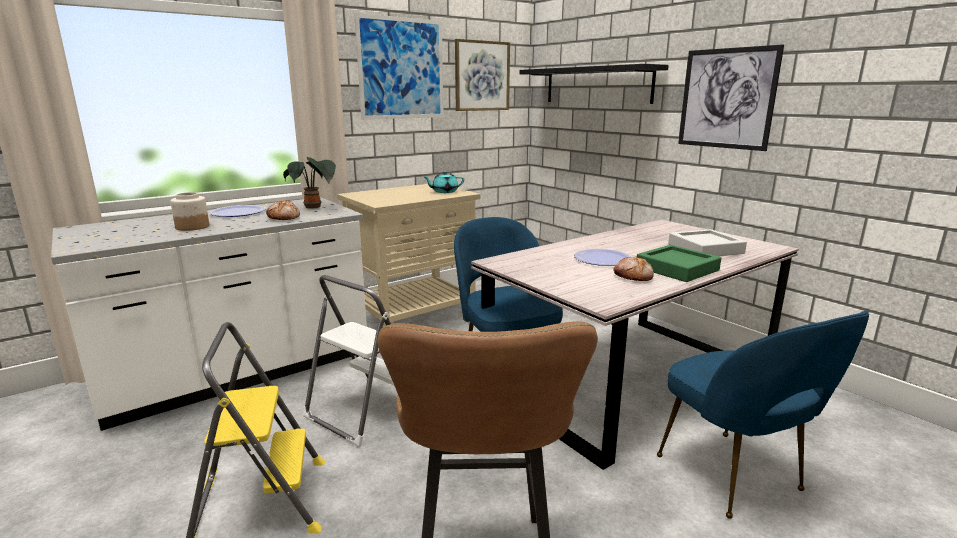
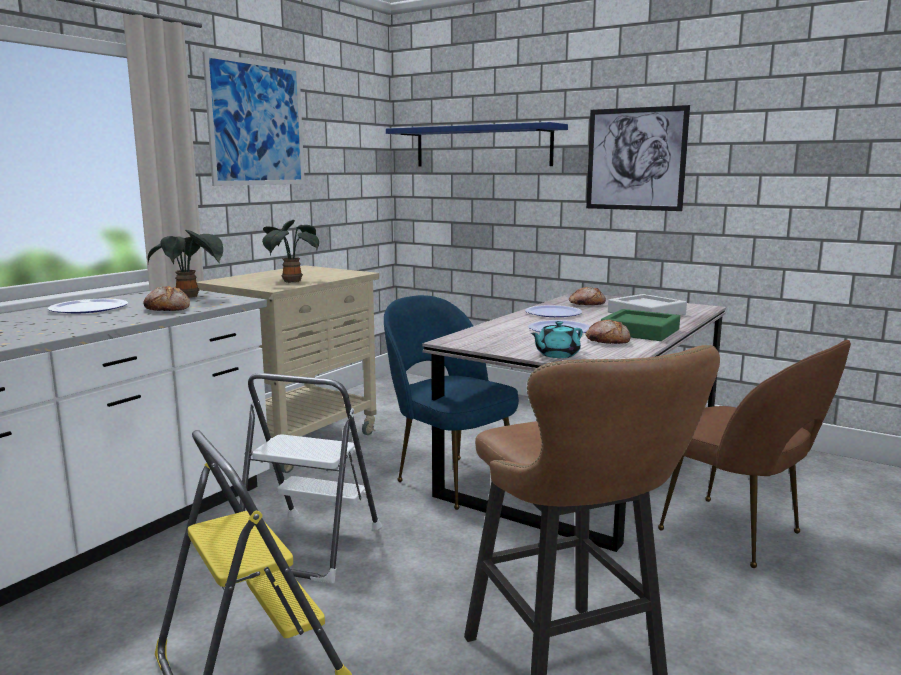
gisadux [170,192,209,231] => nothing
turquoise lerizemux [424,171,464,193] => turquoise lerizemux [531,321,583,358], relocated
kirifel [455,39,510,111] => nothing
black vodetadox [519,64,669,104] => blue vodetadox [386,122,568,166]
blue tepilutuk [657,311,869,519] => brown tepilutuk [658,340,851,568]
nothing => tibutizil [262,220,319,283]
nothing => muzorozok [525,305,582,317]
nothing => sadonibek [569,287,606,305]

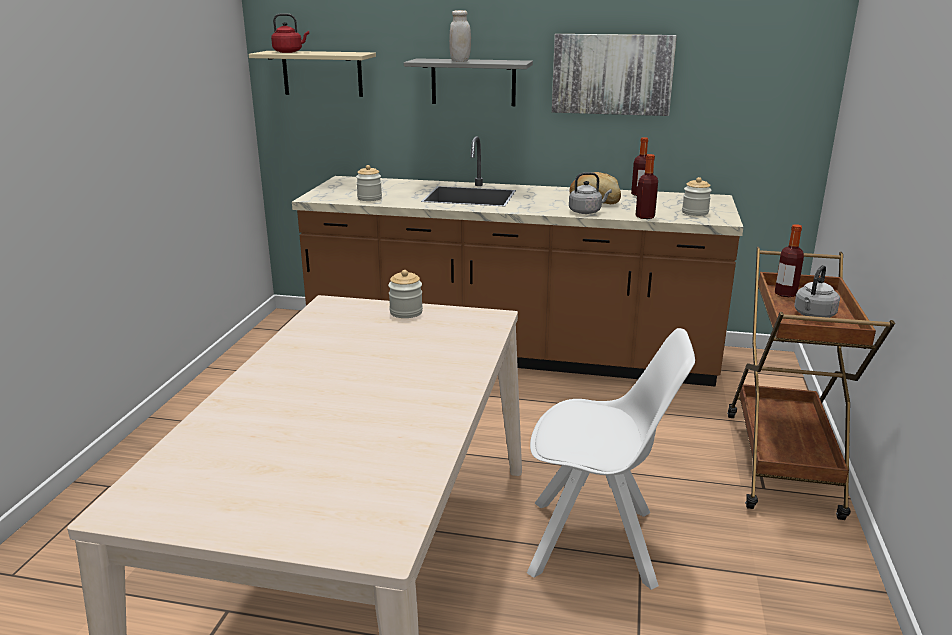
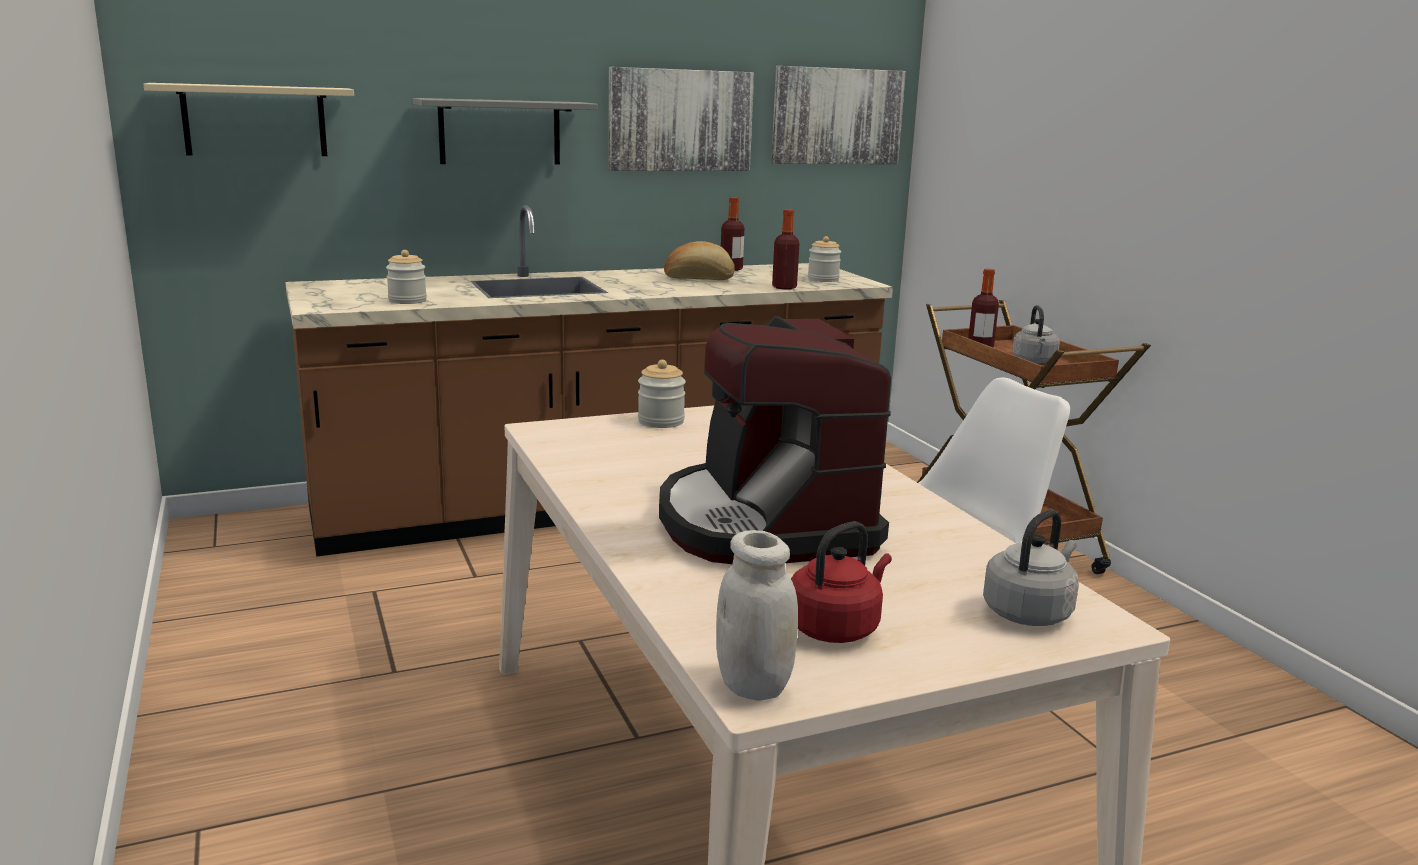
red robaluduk [271,13,309,53] => red robaluduk [791,521,892,643], relocated
white gisadux [449,10,471,62] => white gisadux [716,530,798,700], relocated
grey robaluduk [569,172,612,214] => grey robaluduk [983,509,1079,626], relocated
nothing => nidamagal [659,316,891,564]
nothing => kirifel [771,66,906,164]

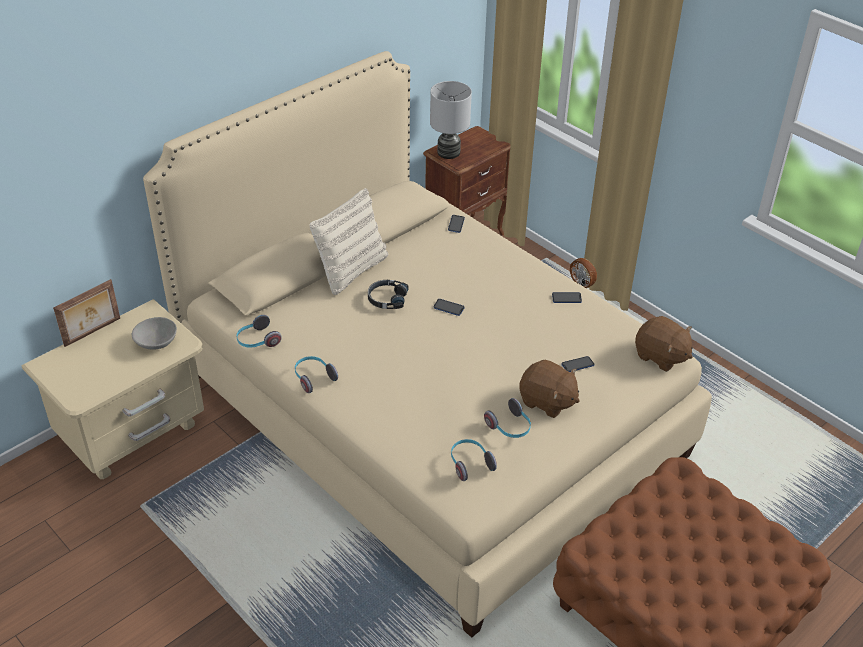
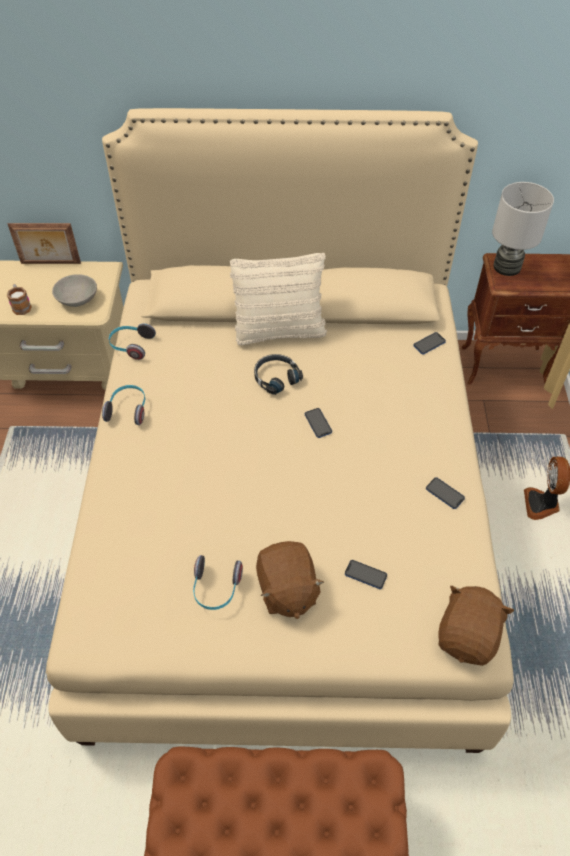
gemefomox [451,439,497,481] => nothing
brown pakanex [635,316,693,372] => brown pakanex [438,586,514,666], 150 degrees counterclockwise
nothing => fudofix [7,284,32,315]

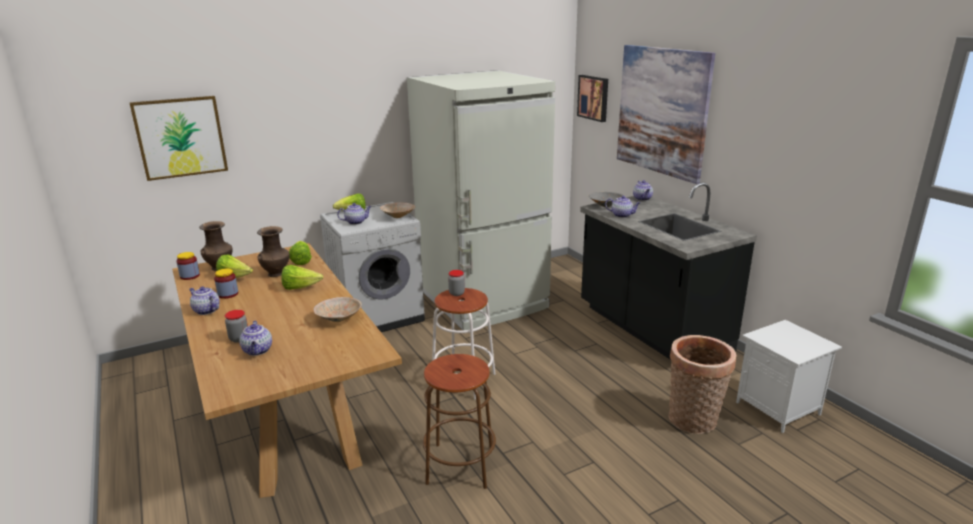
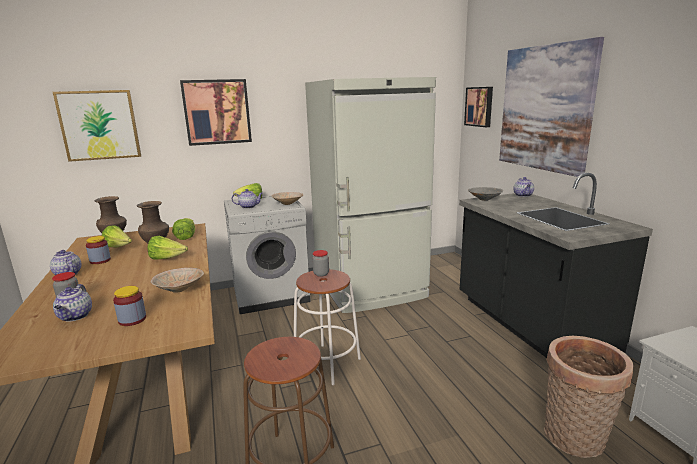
gisadux [176,252,200,280] => gisadux [113,286,146,326], relocated
lerizemux [605,196,641,218] => nothing
nothing => kirifel [180,79,252,146]

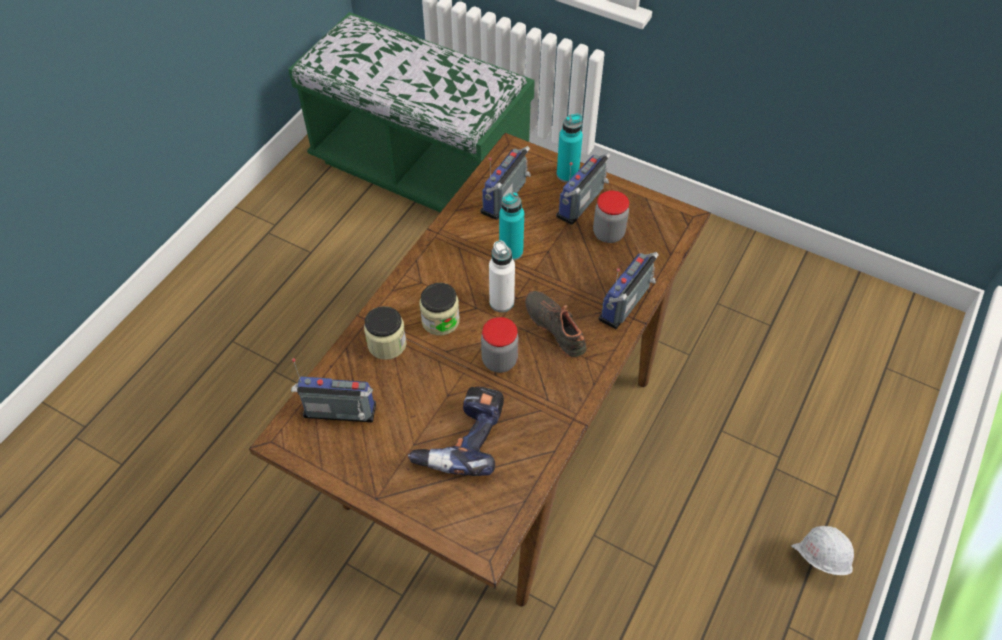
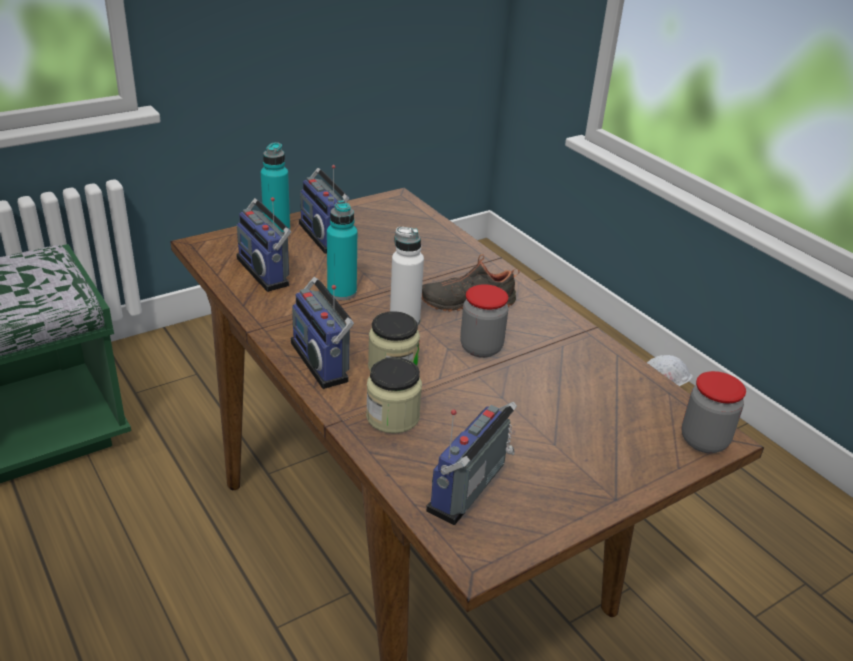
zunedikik [408,387,504,476] => nothing
gisadux [593,191,629,243] => gisadux [682,371,746,453], relocated
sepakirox [598,252,658,329] => sepakirox [291,277,354,389], relocated

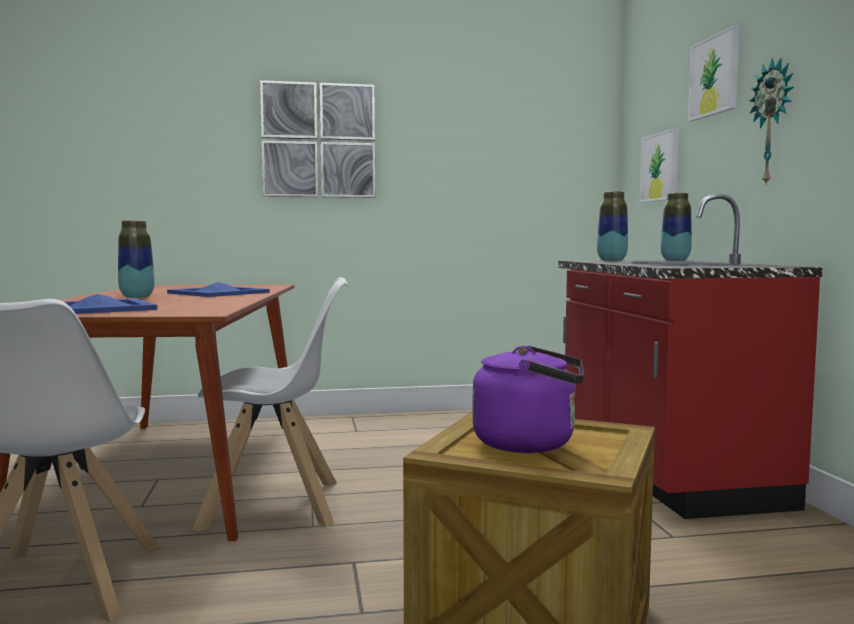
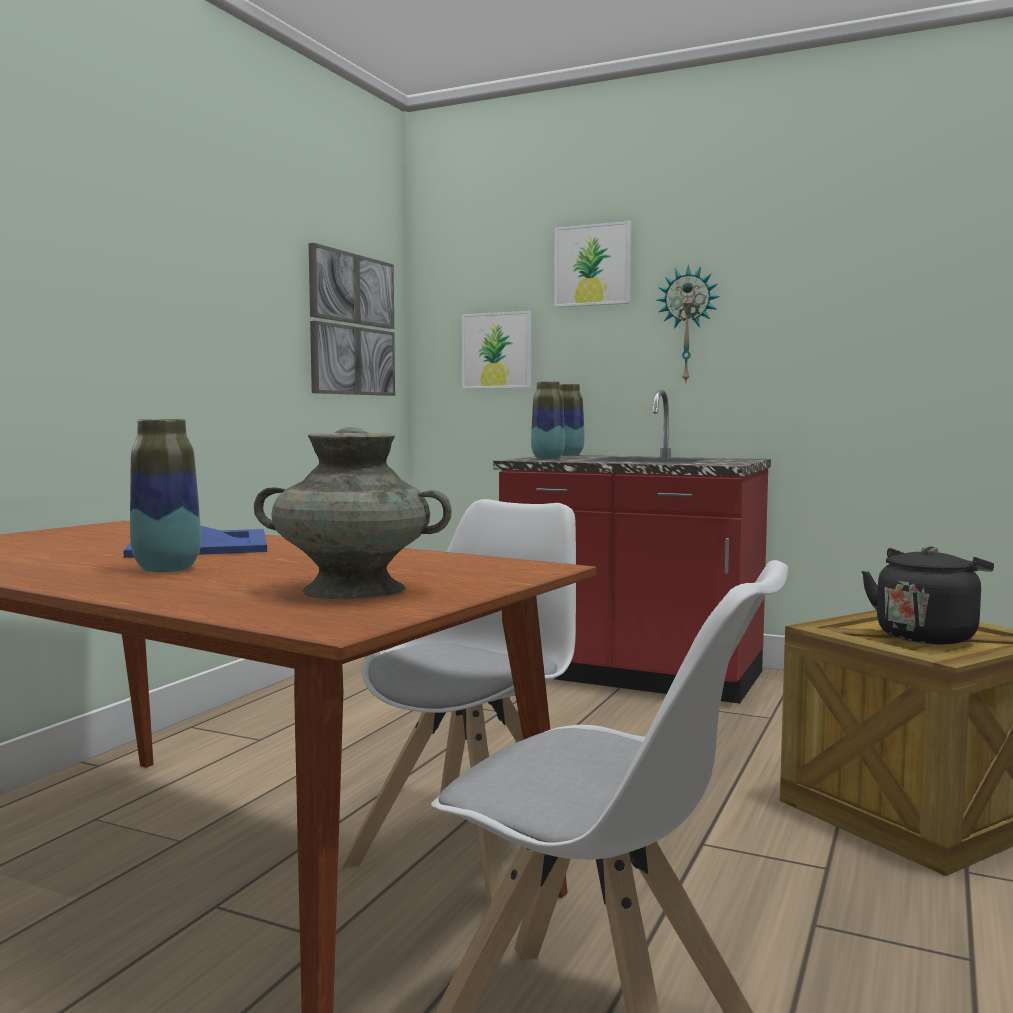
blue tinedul [65,294,157,314] => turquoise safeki [254,427,451,599]
kirifel [260,80,375,198] => kirifel [309,243,395,396], relocated
purple robaluduk [472,346,584,453] => black robaluduk [862,547,994,644]

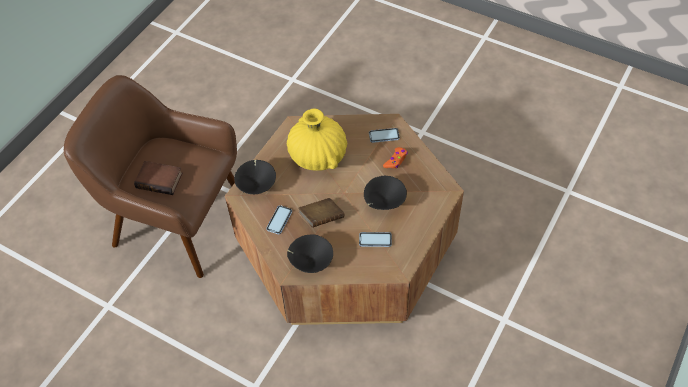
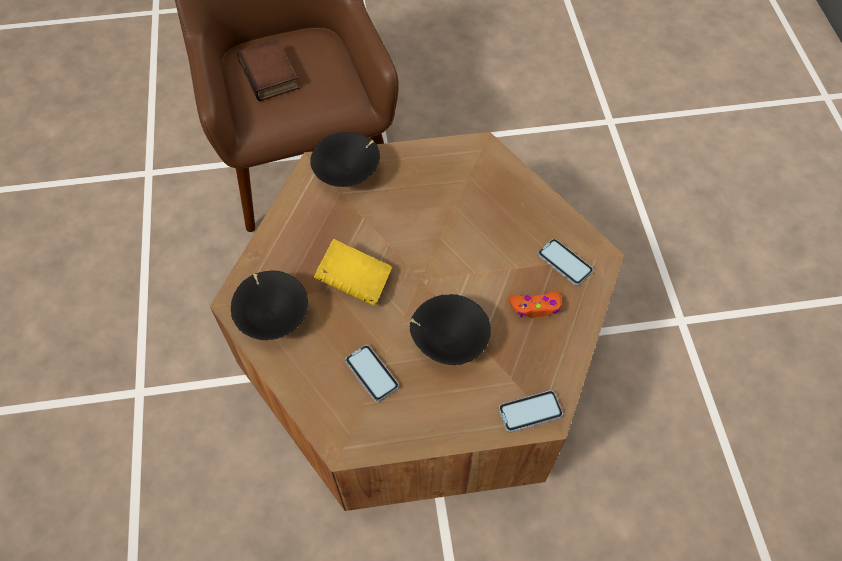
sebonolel [266,205,292,234] => sebonolel [499,390,563,432], relocated
yellow safeki [287,109,347,171] => nothing
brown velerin [298,198,344,228] => yellow velerin [314,239,392,306]

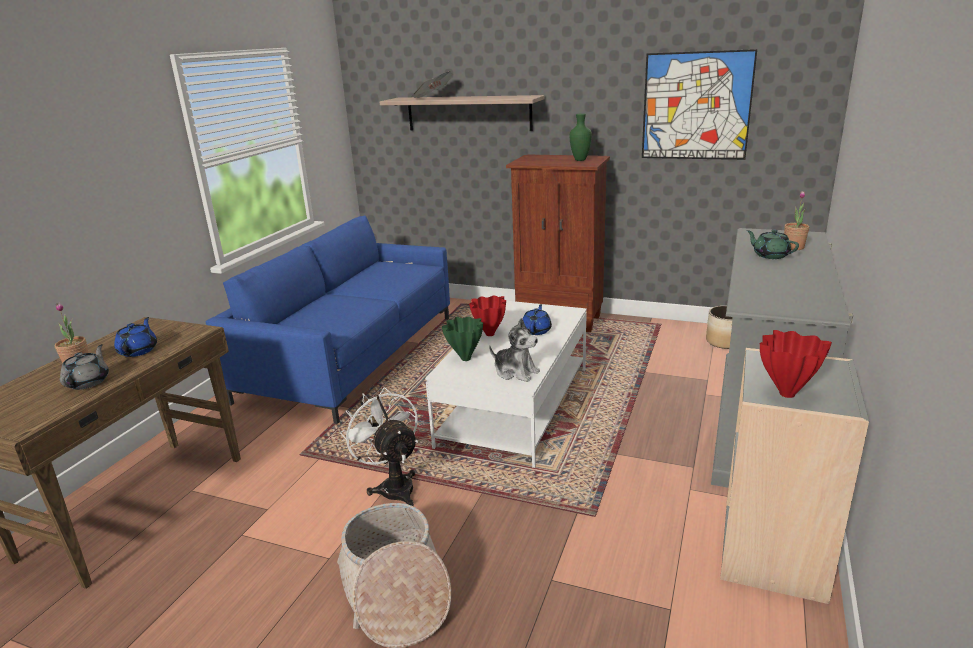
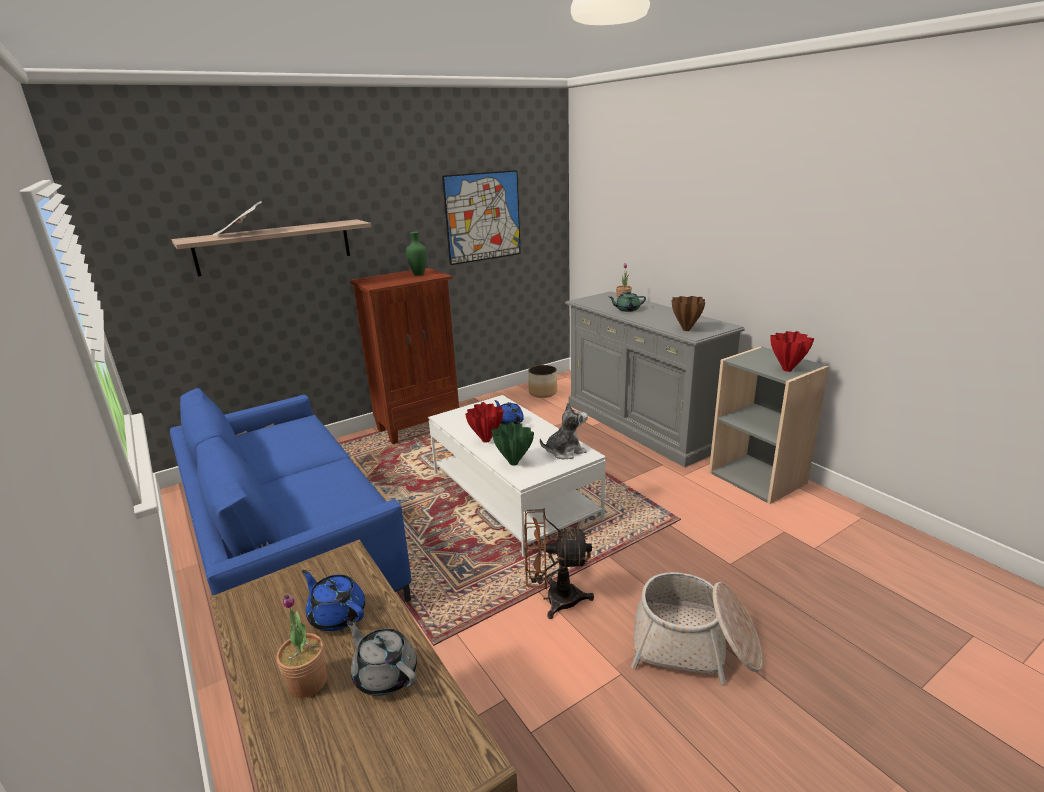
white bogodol [340,387,418,506] => brown bogodol [524,508,594,619]
nothing => brown safeki [672,296,705,331]

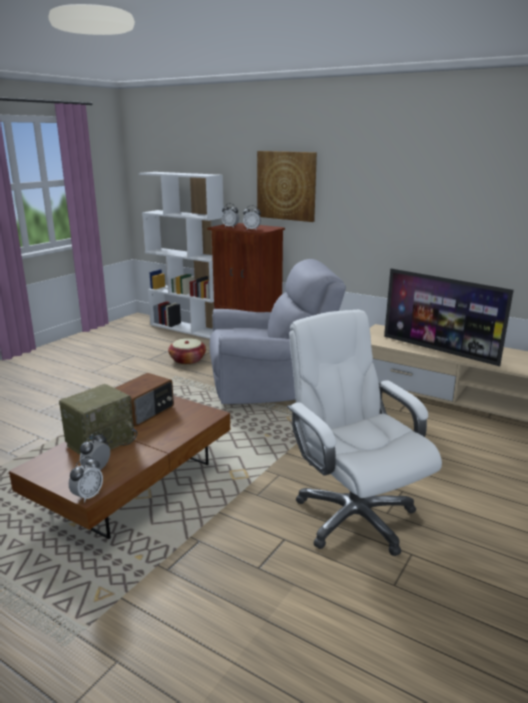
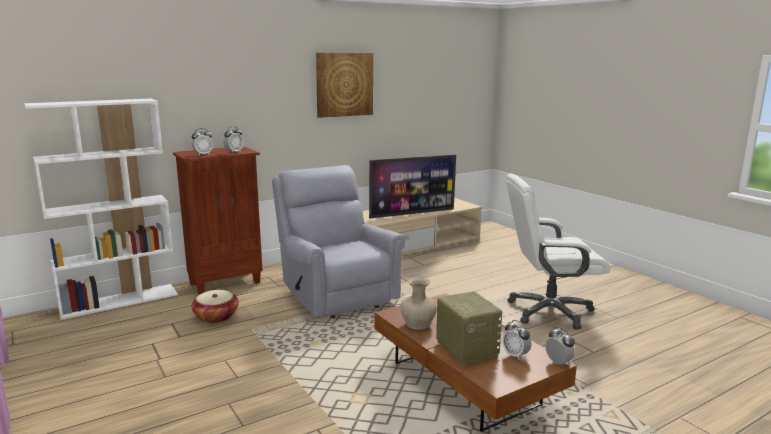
sepakirox [115,373,174,427] => beige safeki [401,277,437,330]
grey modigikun [210,259,346,404] => grey modigikun [272,165,405,318], 45 degrees counterclockwise
kirifel [257,151,317,222] => kirifel [316,53,373,118], relocated

